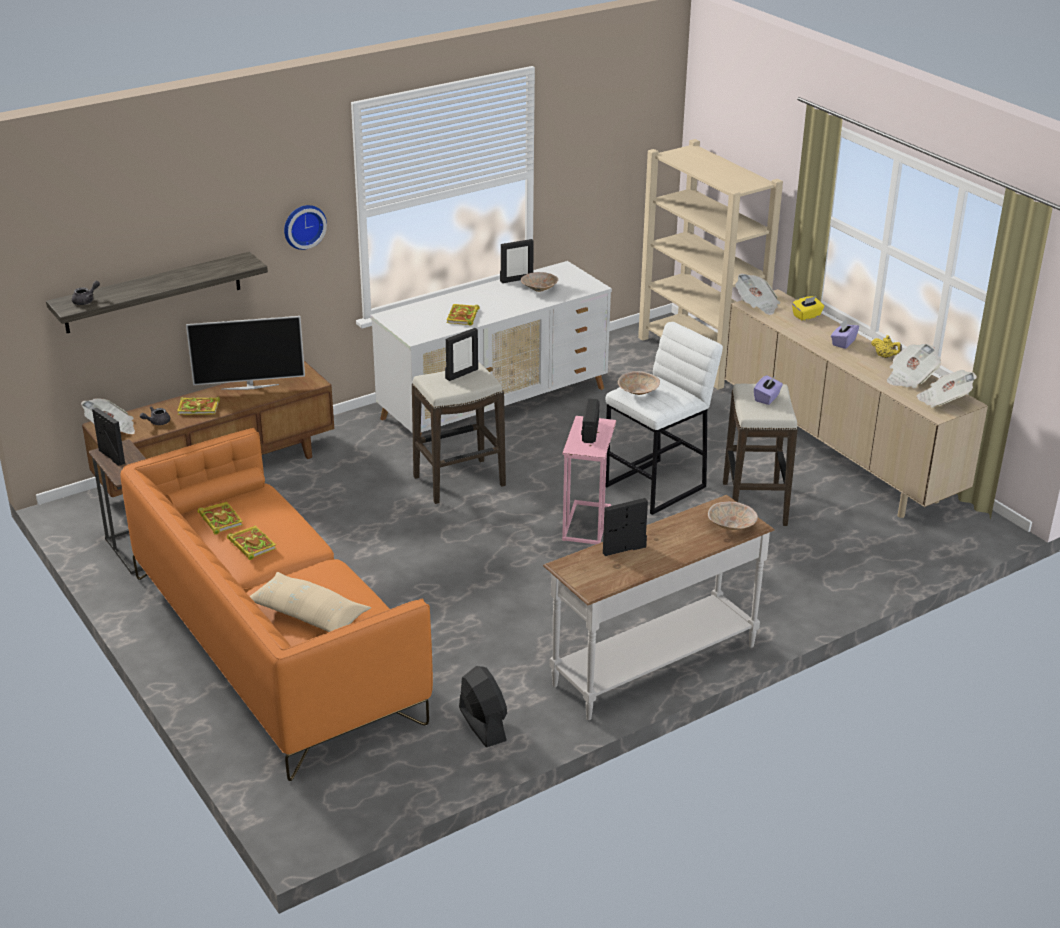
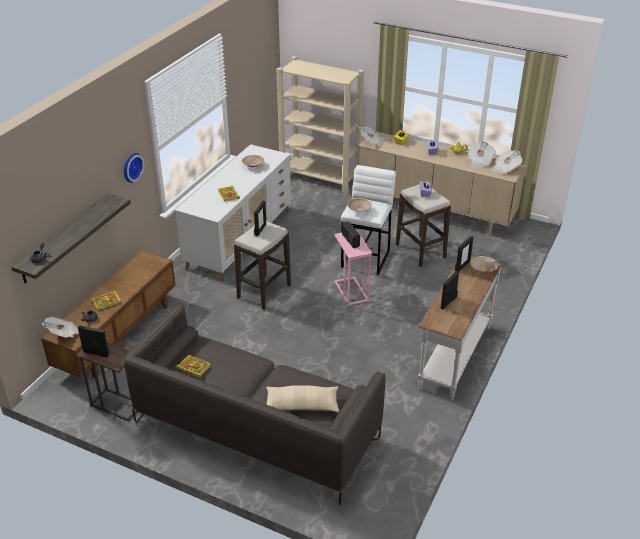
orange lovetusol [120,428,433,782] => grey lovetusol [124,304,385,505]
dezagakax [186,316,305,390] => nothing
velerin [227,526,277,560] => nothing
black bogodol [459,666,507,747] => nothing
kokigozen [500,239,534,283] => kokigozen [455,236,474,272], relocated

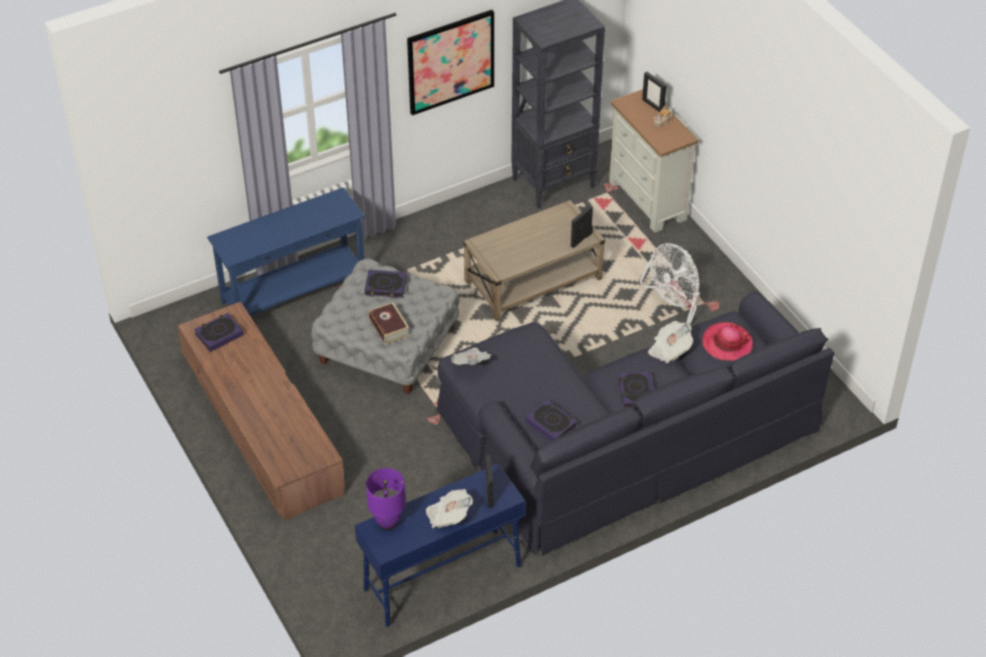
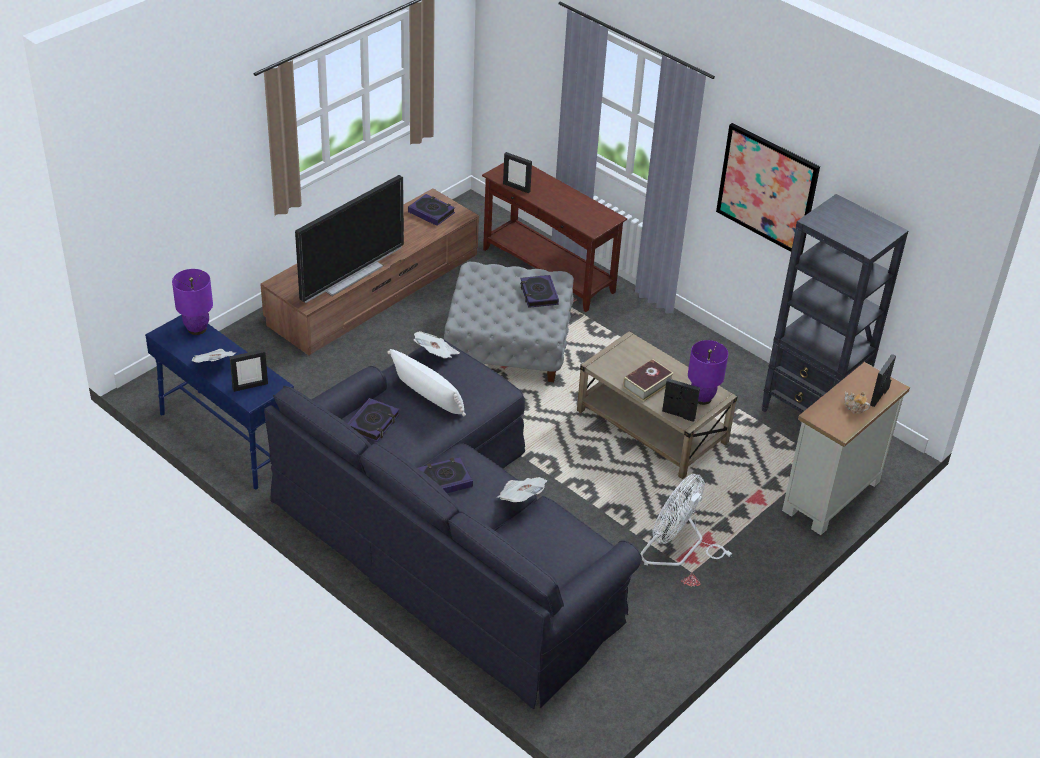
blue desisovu [207,187,365,316] => brown desisovu [482,163,627,312]
velerin [369,302,409,344] => velerin [623,359,674,402], relocated
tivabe [702,322,753,361] => nothing
nothing => dezagakax [295,175,404,303]
nothing => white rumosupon [387,349,466,416]
nothing => kokigozen [503,152,532,193]
nothing => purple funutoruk [688,340,728,405]

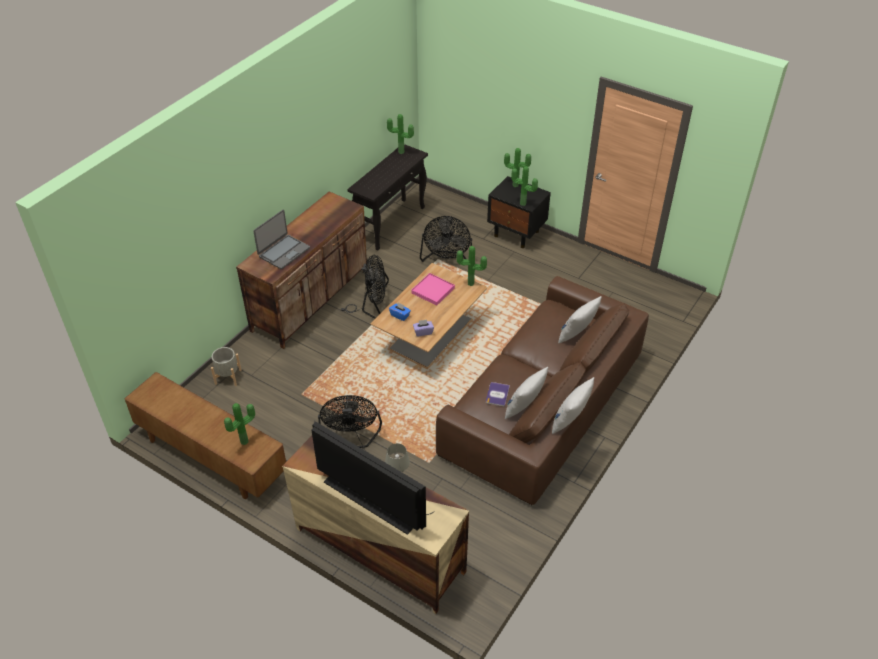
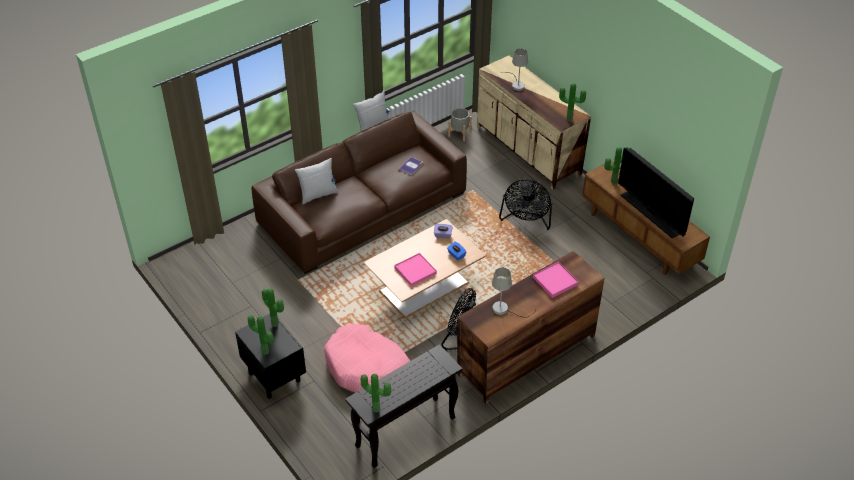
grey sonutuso [211,347,242,386] => grey sonutuso [448,108,472,141], relocated
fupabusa [253,210,310,269] => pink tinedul [533,262,579,298]
dezagakax [311,421,426,535] => dezagakax [618,148,694,238], relocated
black bogodol [420,216,472,262] => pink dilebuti [324,324,410,393]
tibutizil [457,246,487,286] => tibutizil [559,83,586,121], relocated
grey rumosupon [505,367,548,419] => nothing
nothing => grey funutoruk [492,268,536,318]

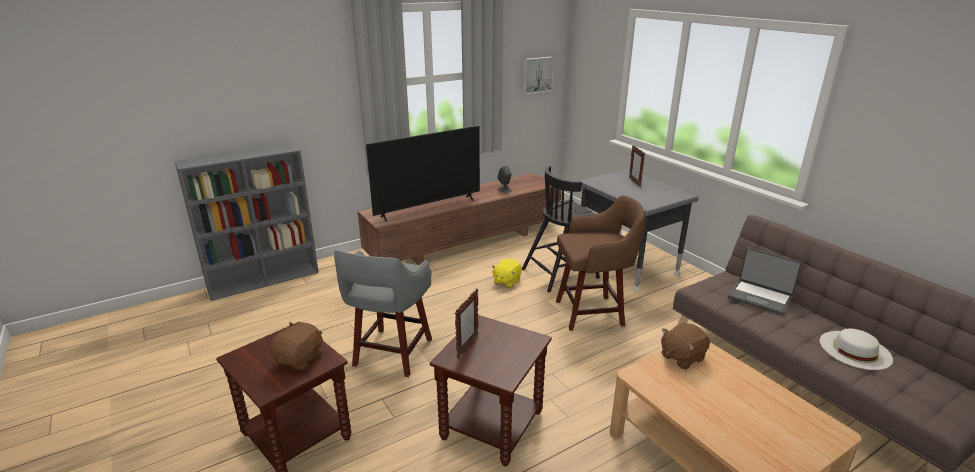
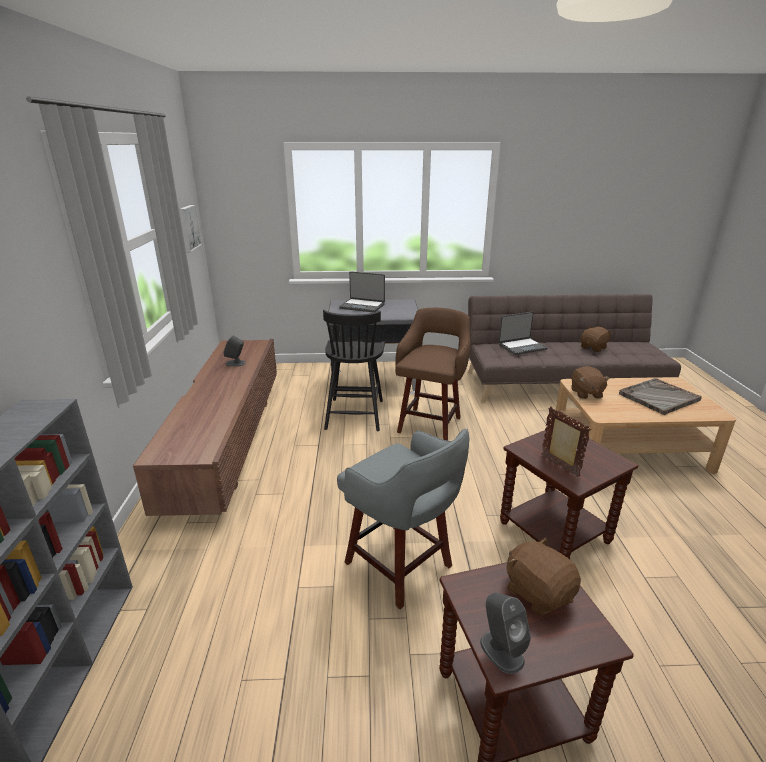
dezagakax [366,126,480,222] => nothing
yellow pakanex [492,259,522,288] => nothing
kokigozen [629,145,645,187] => fupabusa [339,271,385,312]
white tivabe [820,328,893,370] => brown pakanex [581,326,612,352]
nothing => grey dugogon [480,592,531,674]
nothing => grey tinedul [619,378,702,415]

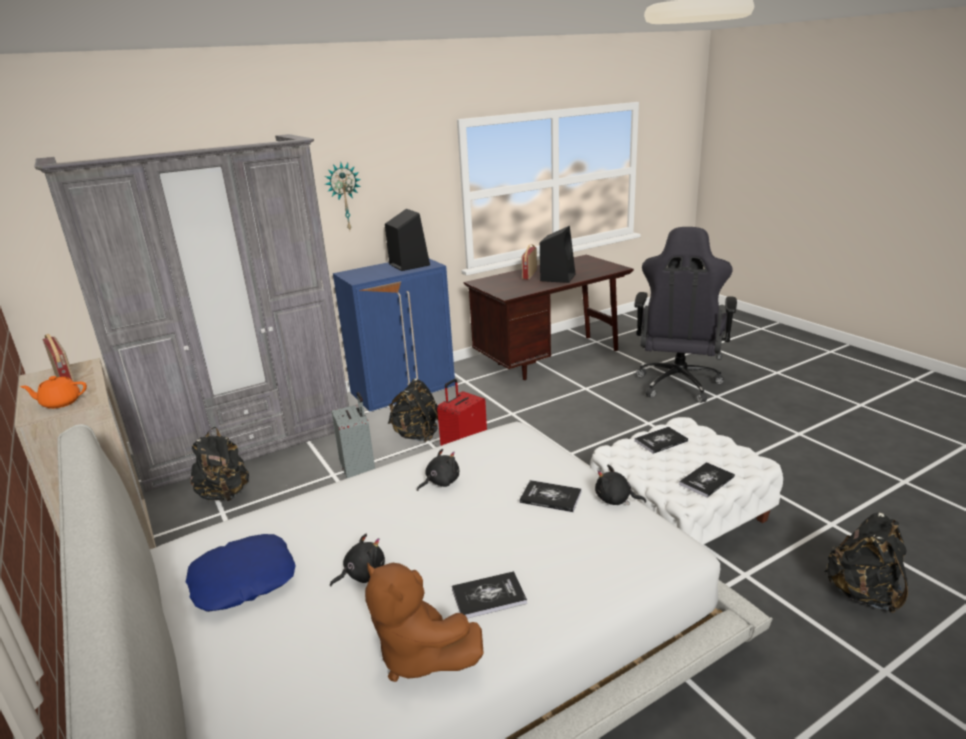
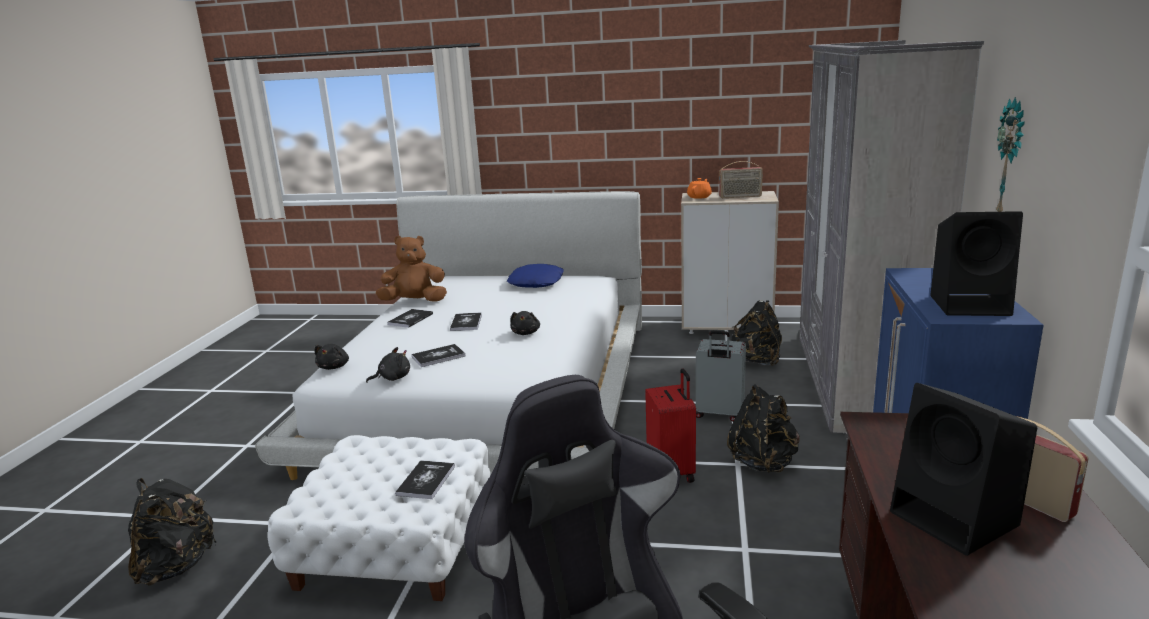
black pakanex [330,533,385,587] => black pakanex [315,344,349,370], relocated
velerin [679,462,735,498] => velerin [450,312,482,331], relocated

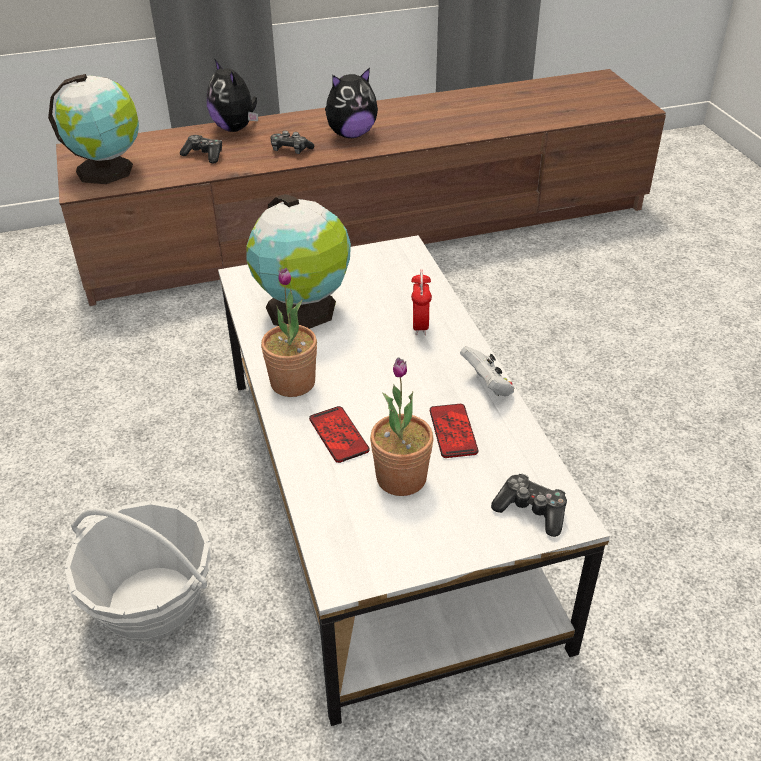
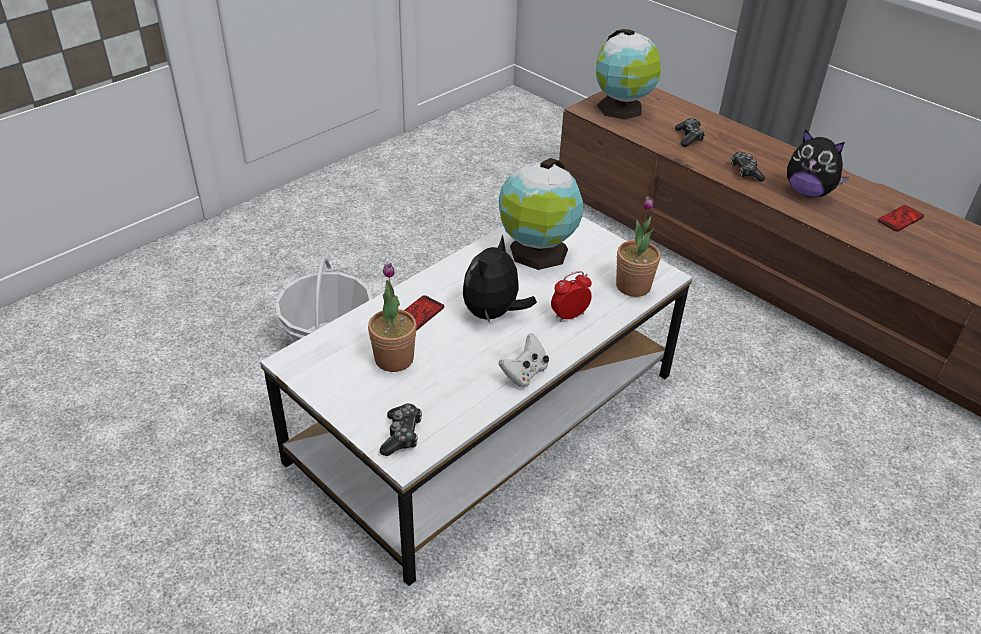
pakanex [207,58,258,132] => pakanex [463,235,537,323], relocated
tibutizil [261,268,317,397] => tibutizil [616,196,661,297], relocated
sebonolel [430,404,478,458] => sebonolel [878,205,924,231], relocated

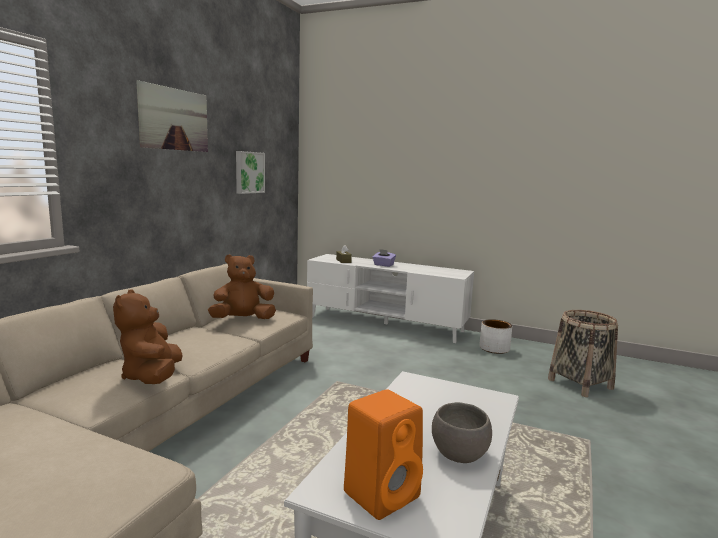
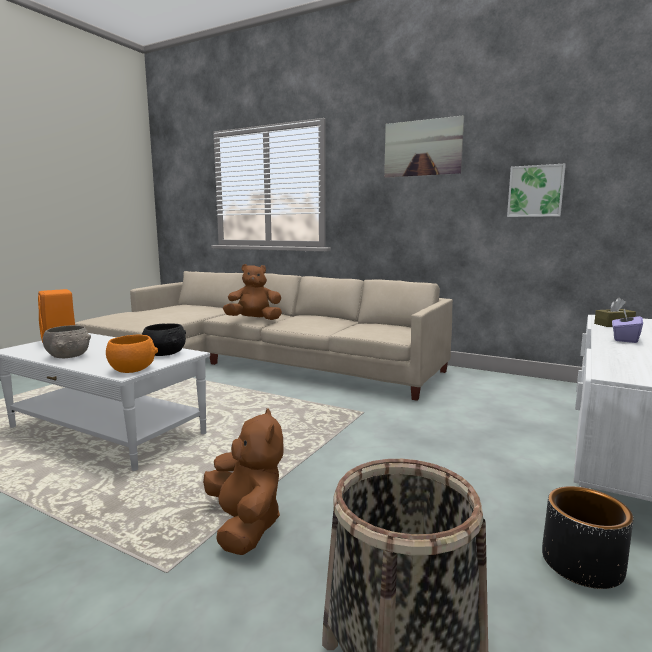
brown pakanex [208,254,276,319] => brown pakanex [203,408,284,555], relocated
white sonutuso [479,319,512,354] => black sonutuso [542,486,634,589]
nothing => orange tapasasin [106,334,158,373]
nothing => black tapasasin [142,324,186,356]

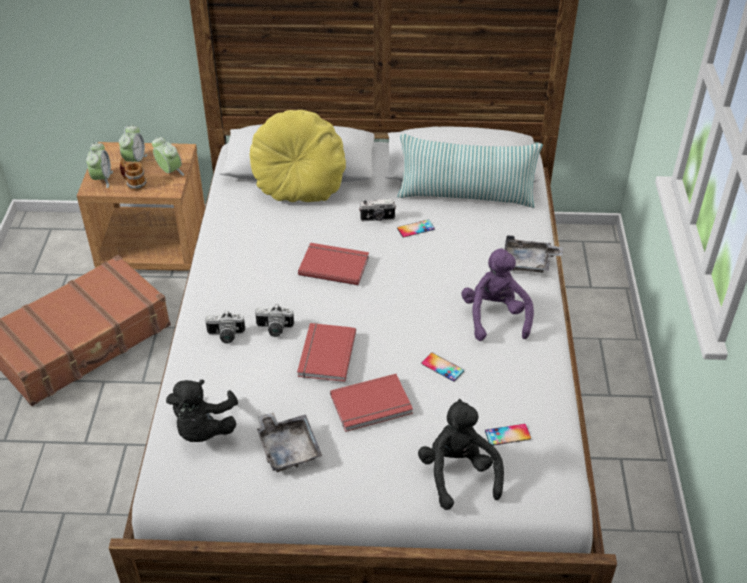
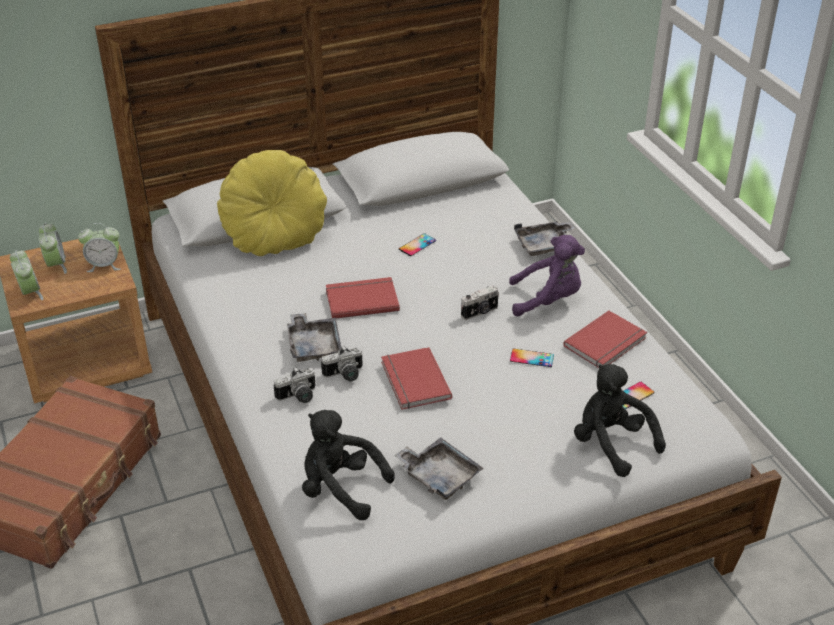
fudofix [120,158,147,191] => nothing
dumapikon [152,137,184,176] => dumapikon [78,223,121,272], 150 degrees clockwise
black pakanex [166,380,238,442] => black pakanex [302,410,395,520], 135 degrees clockwise
red velerin [330,374,413,432] => red velerin [563,311,647,368], relocated
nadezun [359,199,397,221] => nadezun [461,285,499,320], relocated
rumosupon [398,134,543,208] => nothing
purple pakanex [462,248,534,341] => purple pakanex [509,235,585,317], 120 degrees clockwise
nothing => grey tinedul [287,313,341,362]

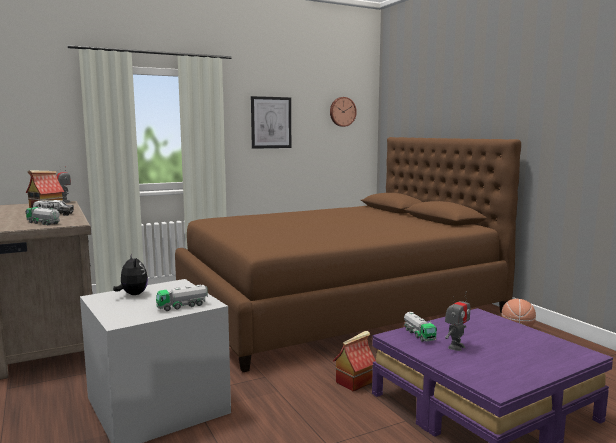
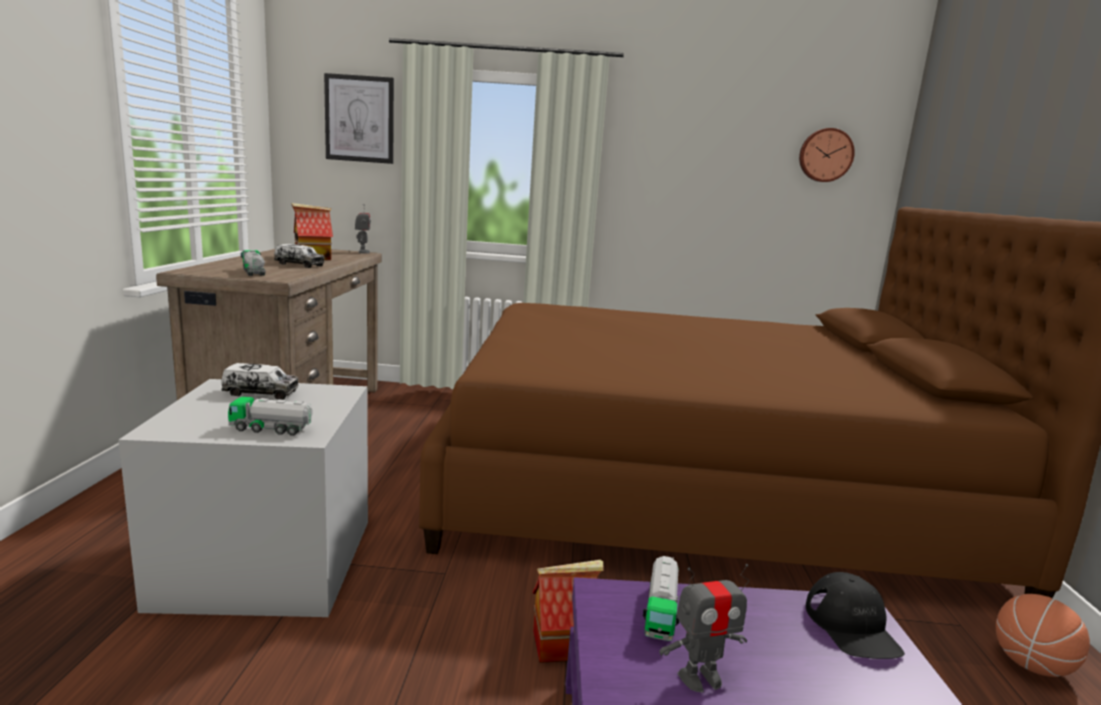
pakanex [113,254,148,295] => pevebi [221,363,298,400]
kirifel [251,96,291,149] => kirifel [324,73,394,164], relocated
nothing => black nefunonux [806,572,905,659]

